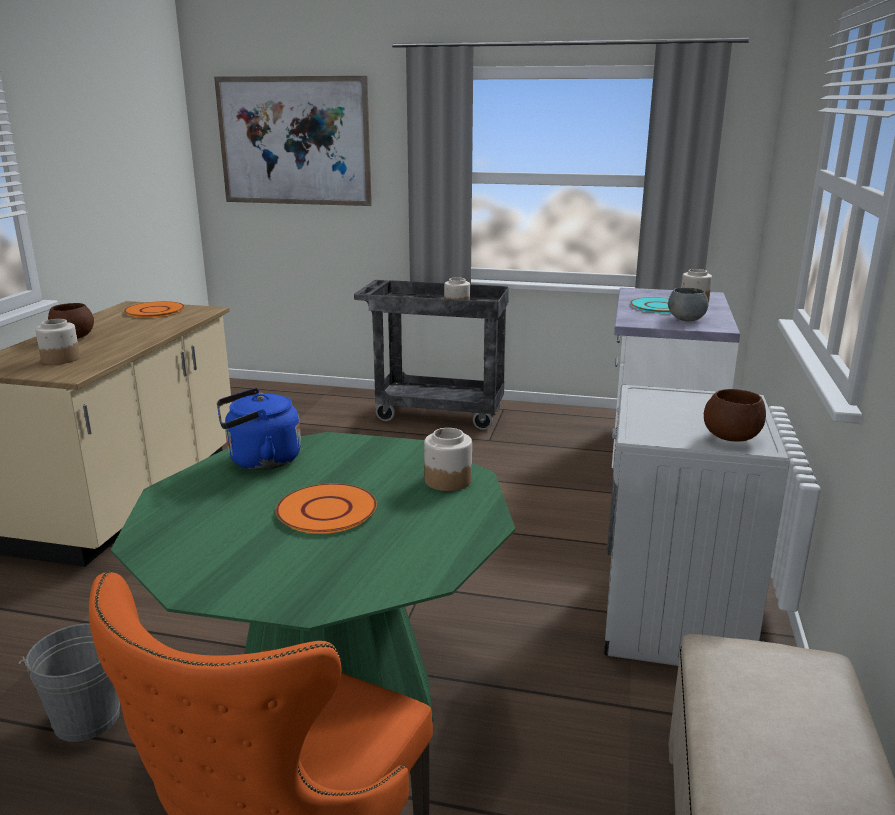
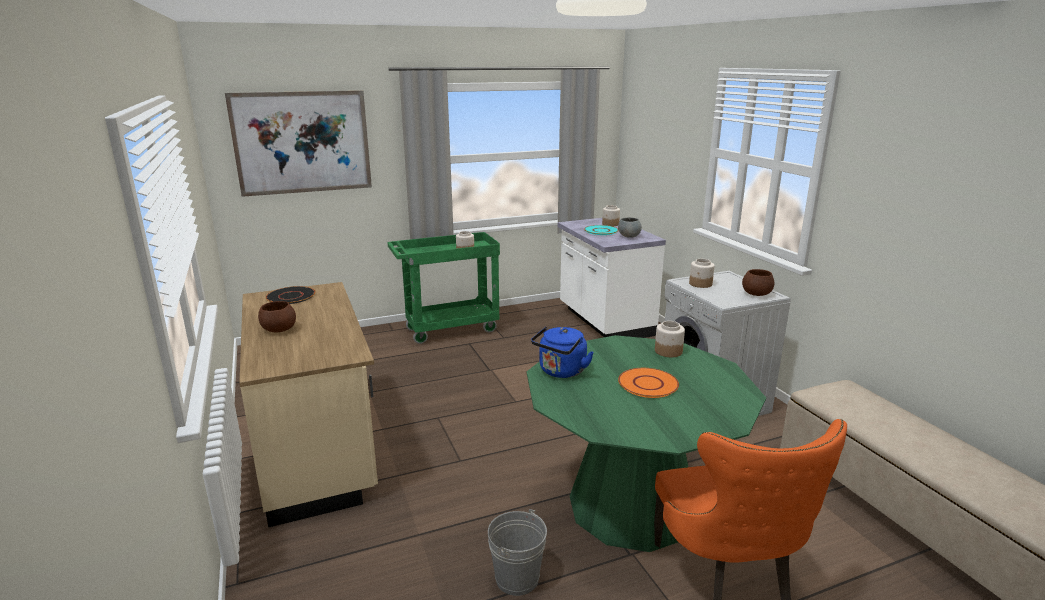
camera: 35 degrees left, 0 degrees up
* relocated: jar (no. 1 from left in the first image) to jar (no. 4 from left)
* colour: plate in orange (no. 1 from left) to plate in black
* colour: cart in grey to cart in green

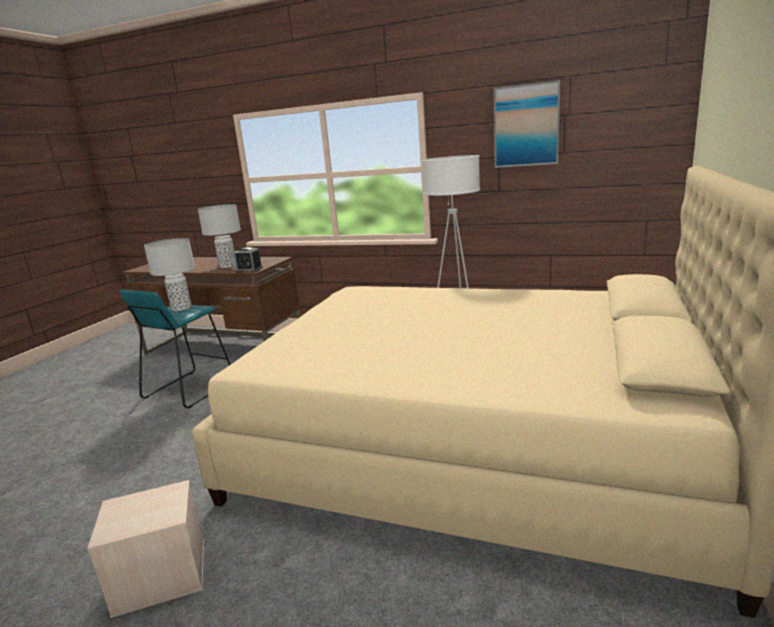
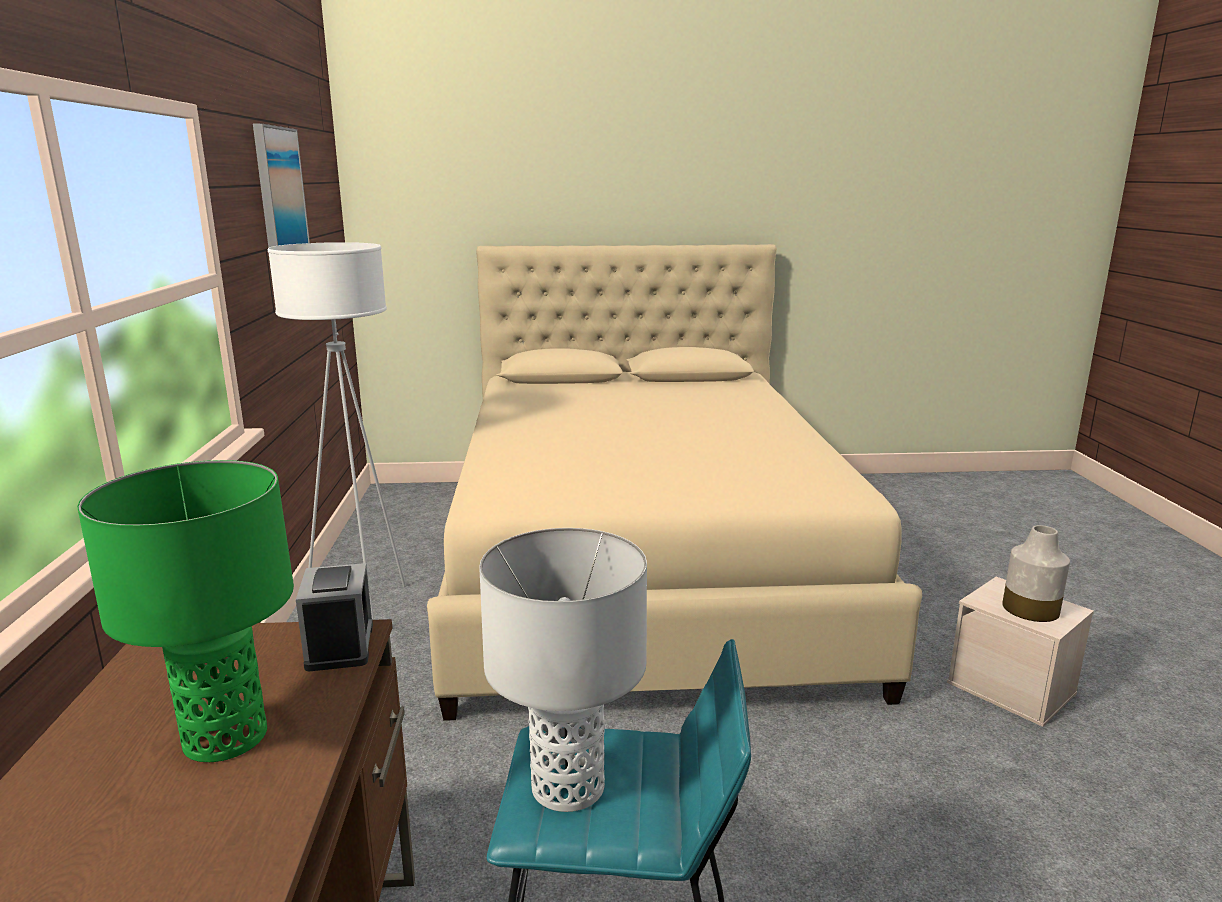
camera: 115 degrees left, 0 degrees up
* colour: table lamp in white (no. 2 from left) to table lamp in green
* appeared: vase in beige

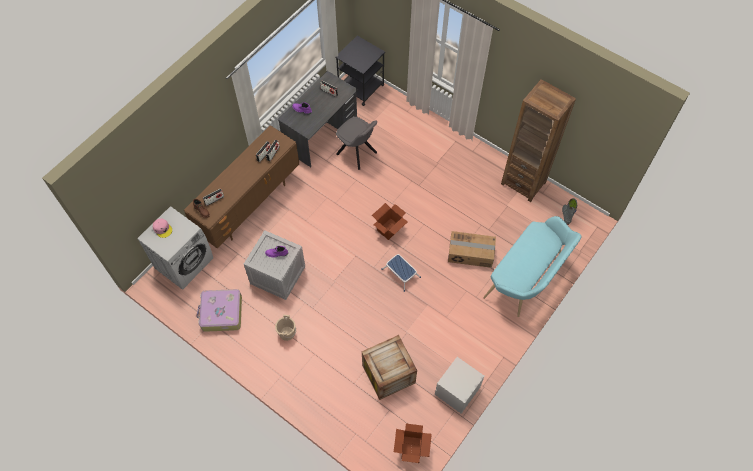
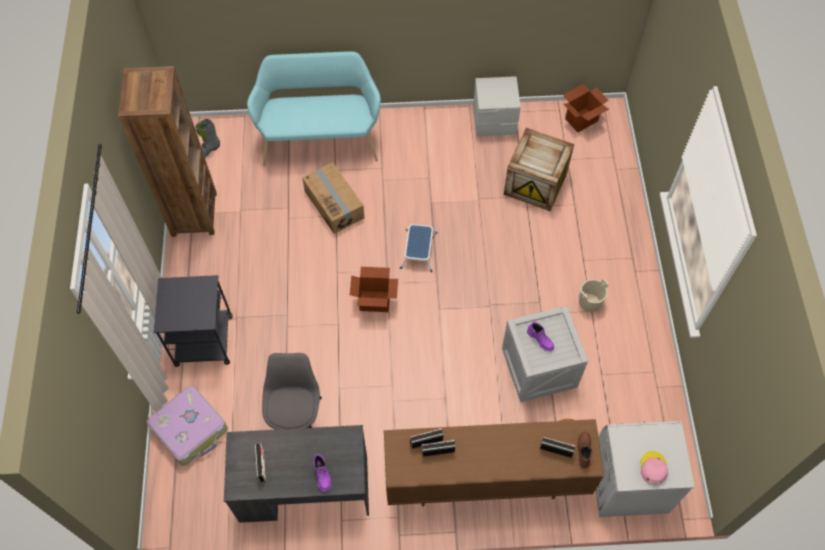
camera: 130 degrees left, 0 degrees up
* relocated: suitcase
* relocated: cart in black

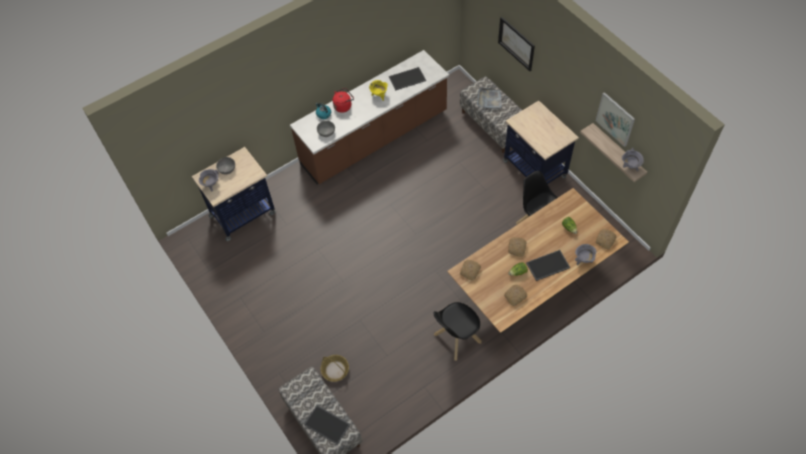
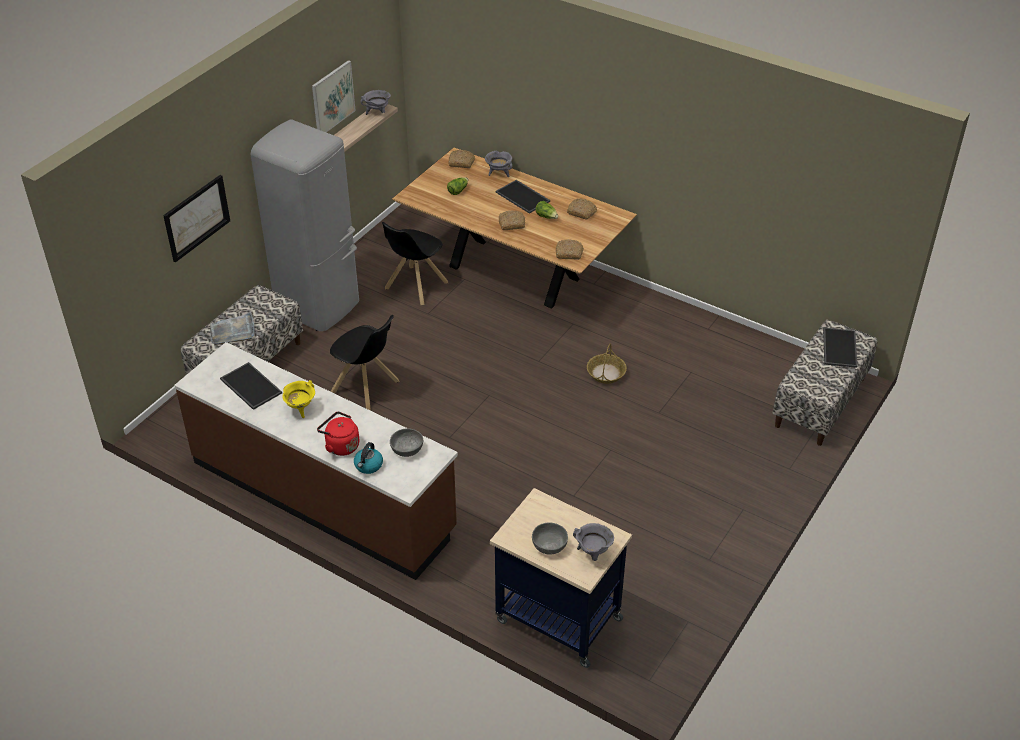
camera: 115 degrees left, 15 degrees down
* relocated: basket
* relocated: chair in black (no. 1 from left)
* exchanged: cart in blue (no. 2 from left) to fridge in grey

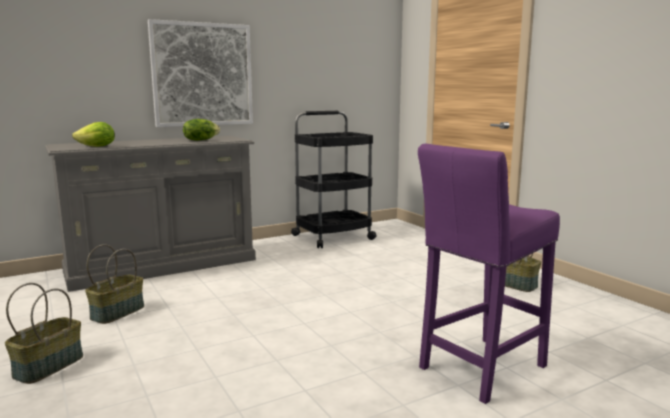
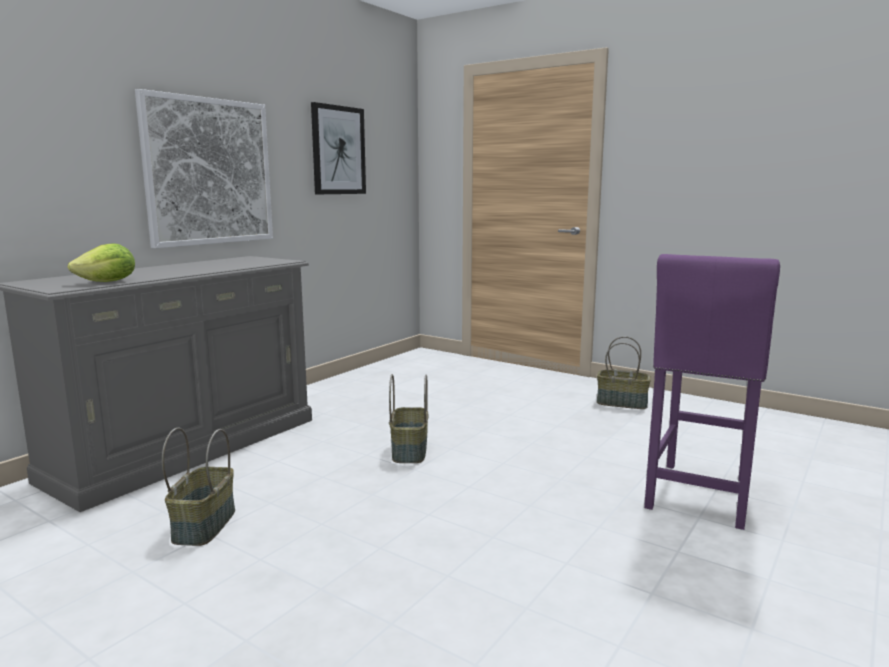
camera: 25 degrees left, 0 degrees up
* relocated: basket (no. 1 from left in the first image) to basket (no. 2 from left)
* missing: lettuce (no. 2 from left)
* missing: cart in black
* appeared: picture (no. 2 from left)

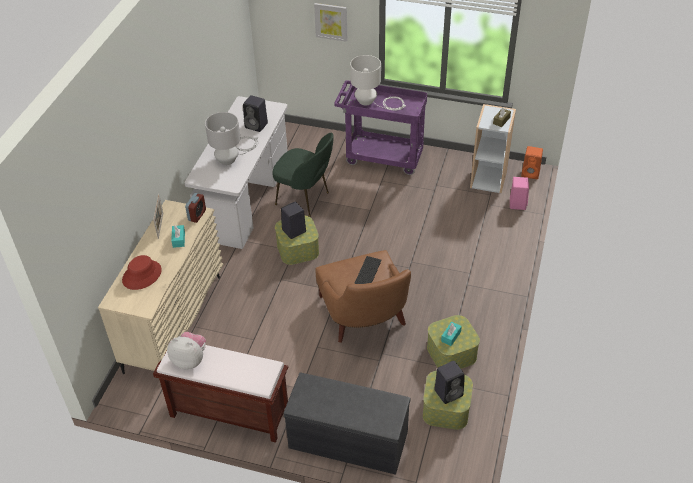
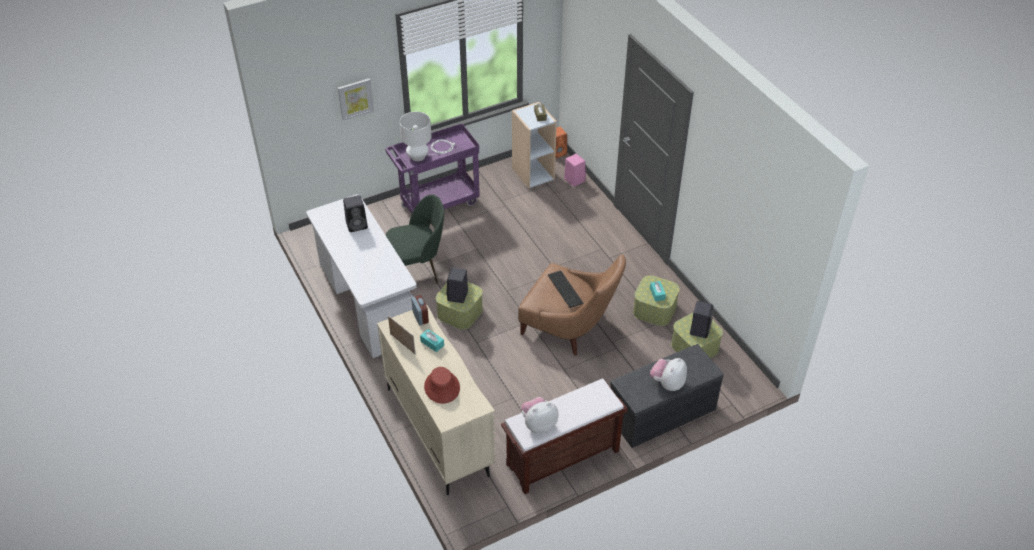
camera: 45 degrees left, 0 degrees up
* missing: table lamp in white (no. 1 from left)
* appeared: plush toy (no. 2 from left)

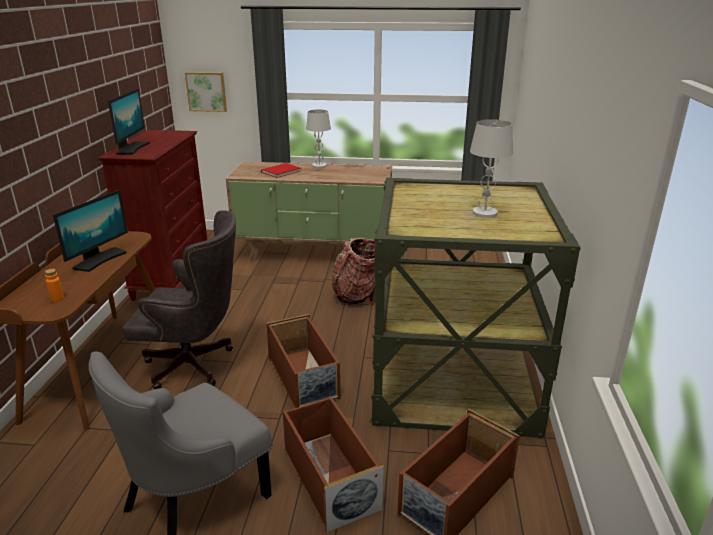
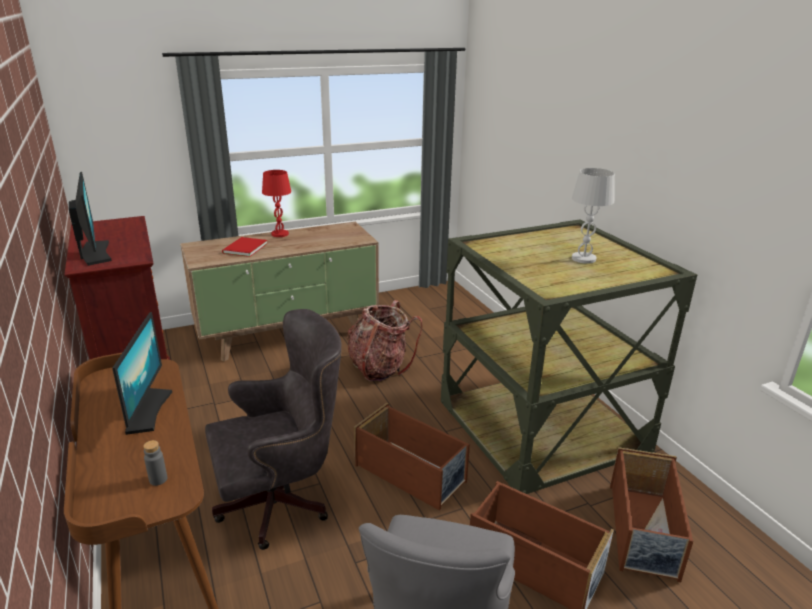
camera: 30 degrees left, 0 degrees up
* colour: bottle in orange to bottle in grey
* missing: picture
* colour: table lamp in white (no. 1 from left) to table lamp in red

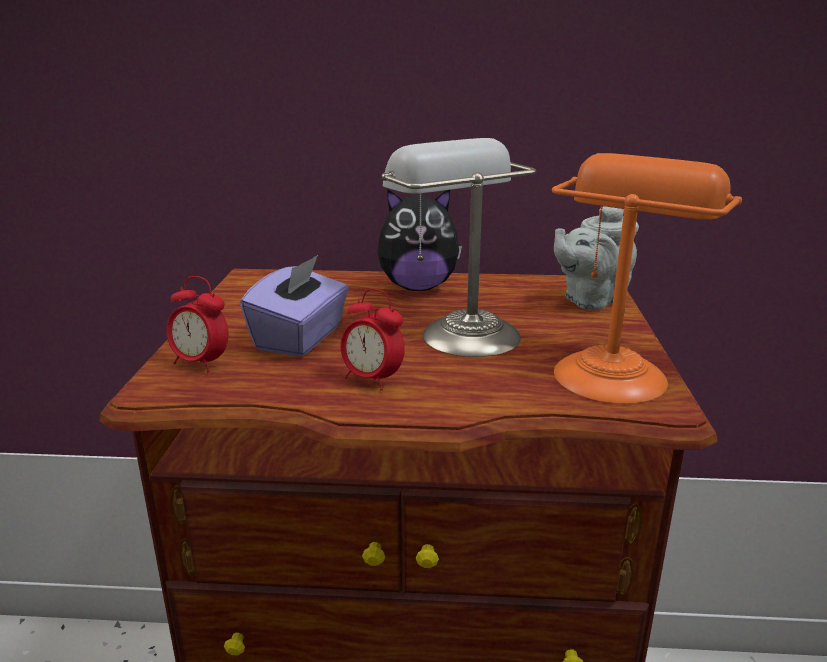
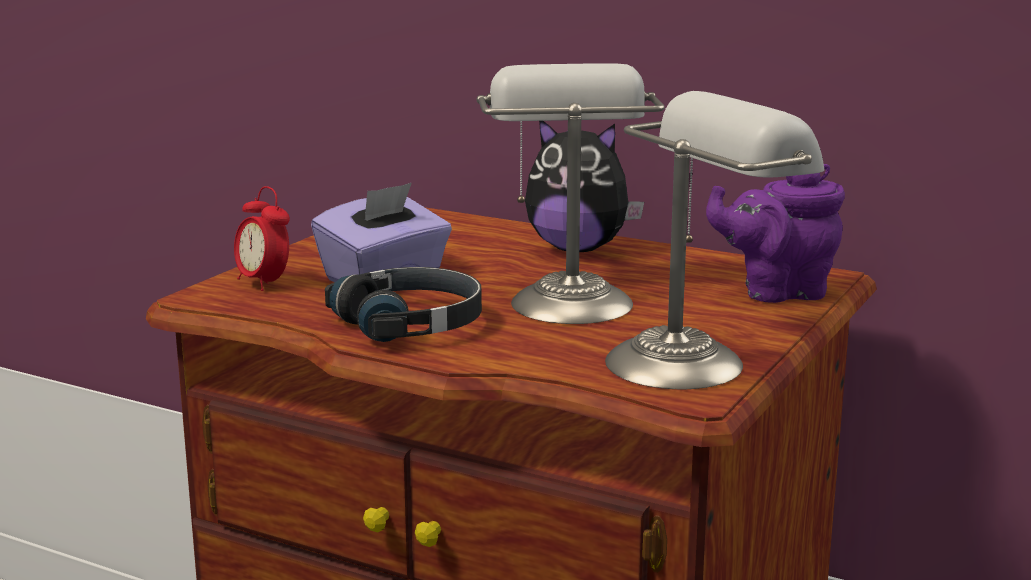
camera: 25 degrees right, 5 degrees down
* exchanged: alarm clock (no. 2 from left) to headphones in black
* colour: table lamp in orange to table lamp in white (no. 2 from left)
* colour: teapot in grey to teapot in purple

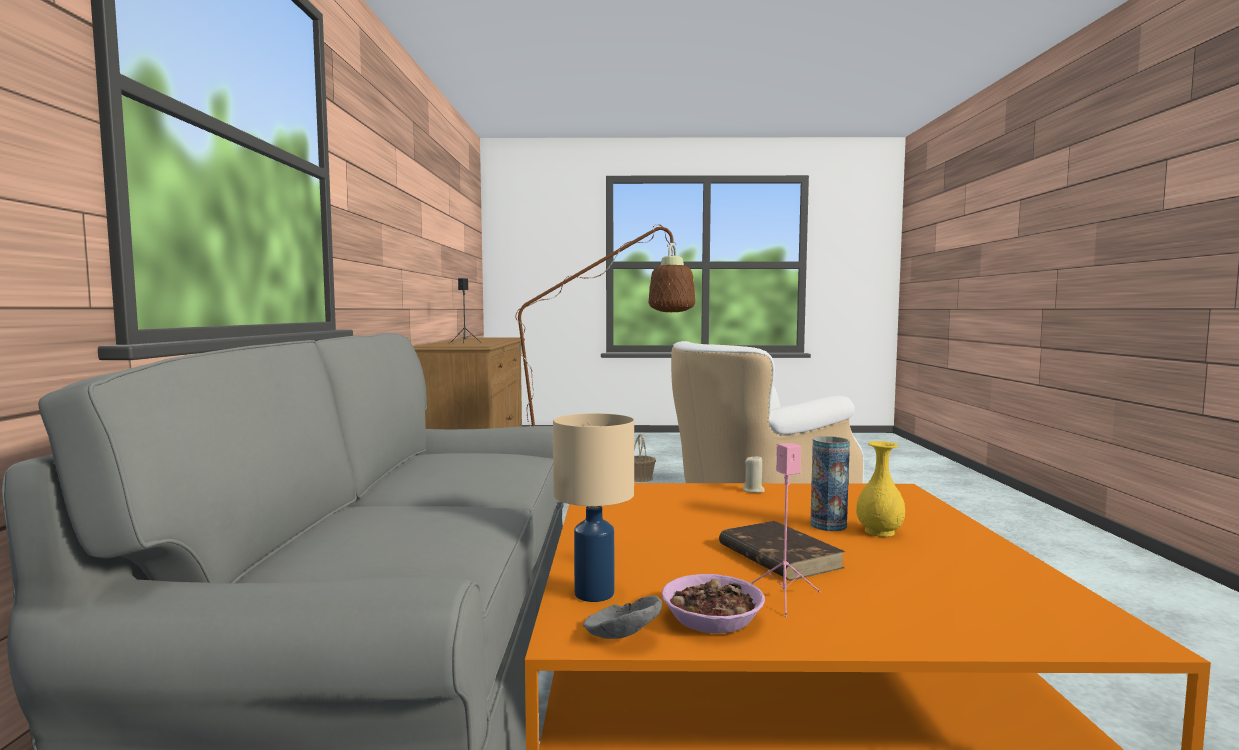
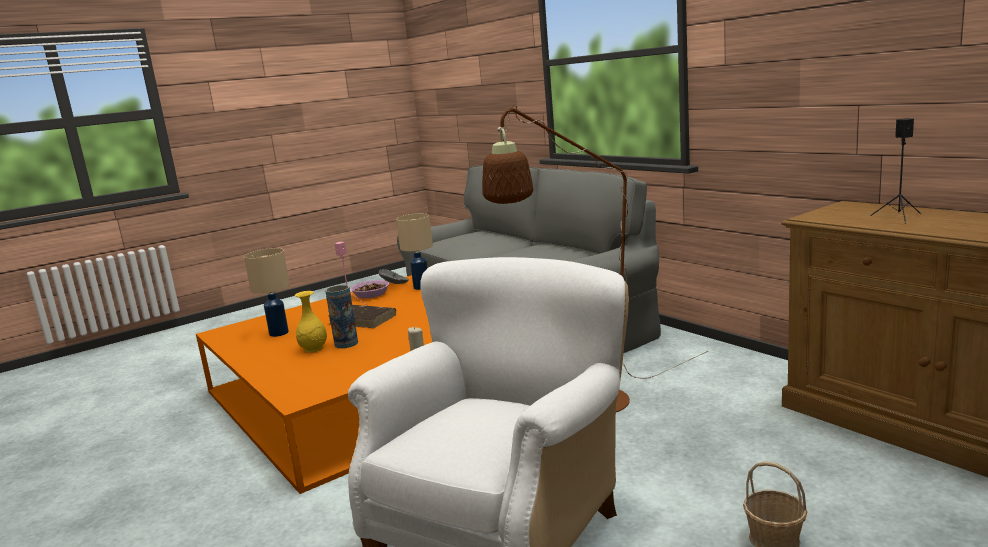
camera: 145 degrees right, 10 degrees up
* appeared: table lamp in beige (no. 1 from left)

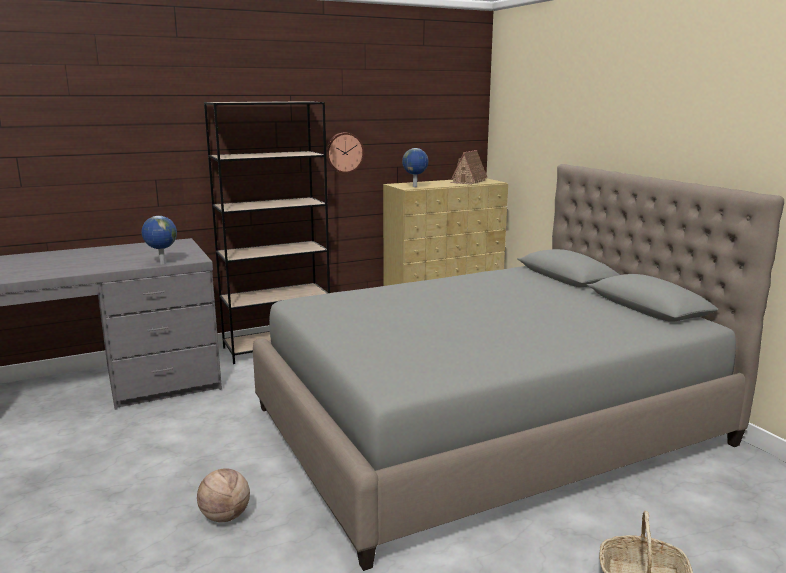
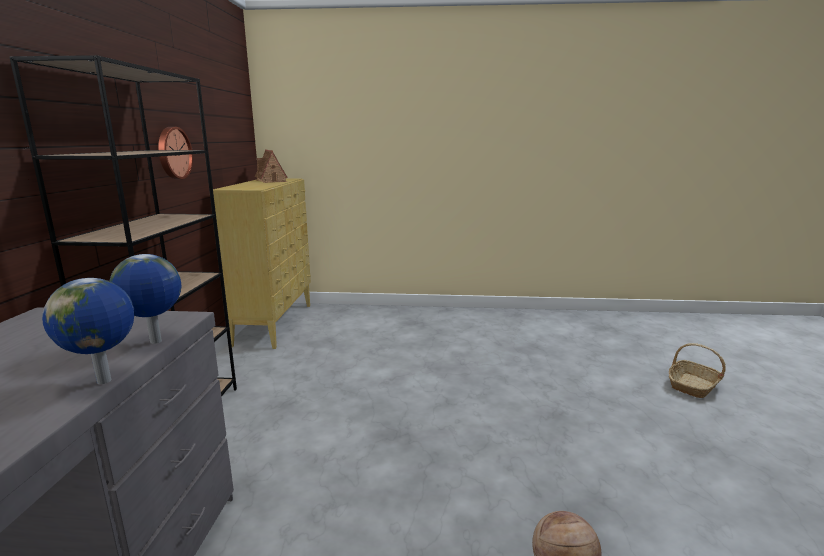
camera: 60 degrees left, 0 degrees up
* missing: bed in grey
* relocated: globe (no. 2 from left in the first image) to globe (no. 1 from left)

